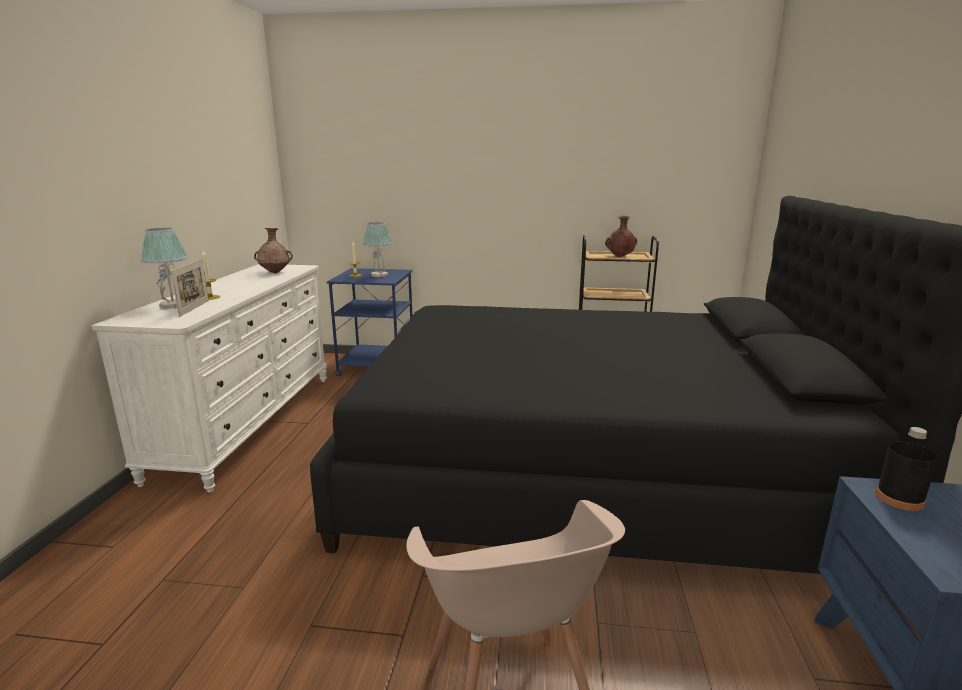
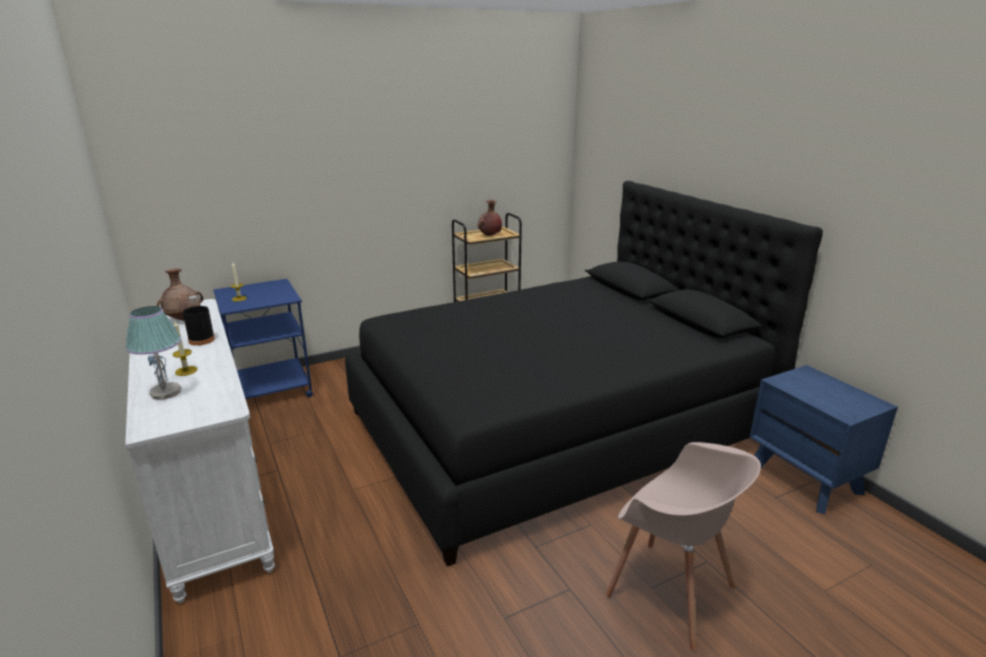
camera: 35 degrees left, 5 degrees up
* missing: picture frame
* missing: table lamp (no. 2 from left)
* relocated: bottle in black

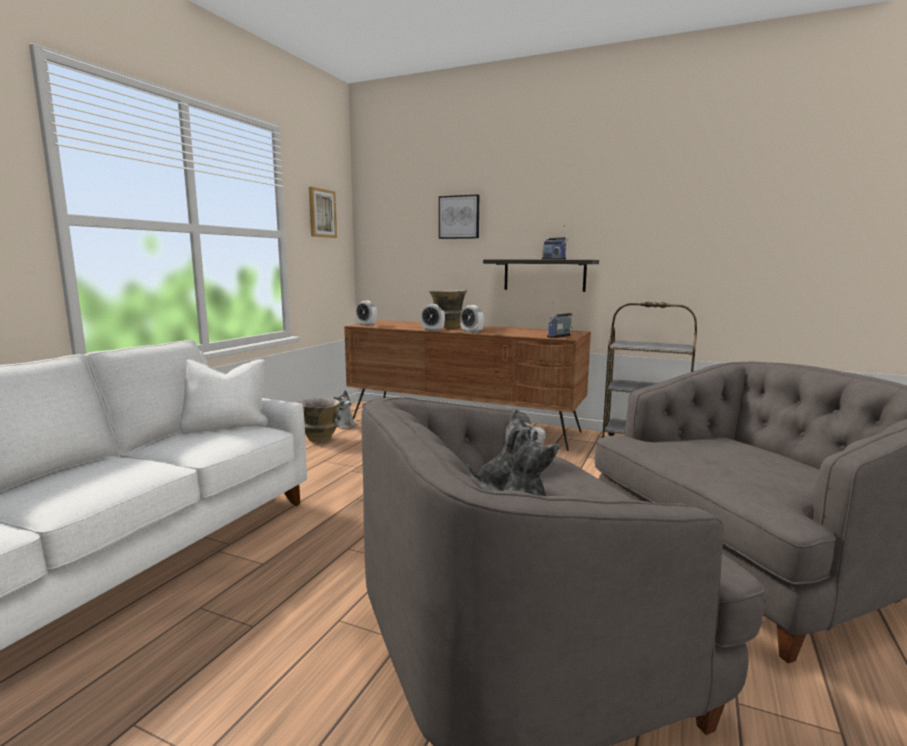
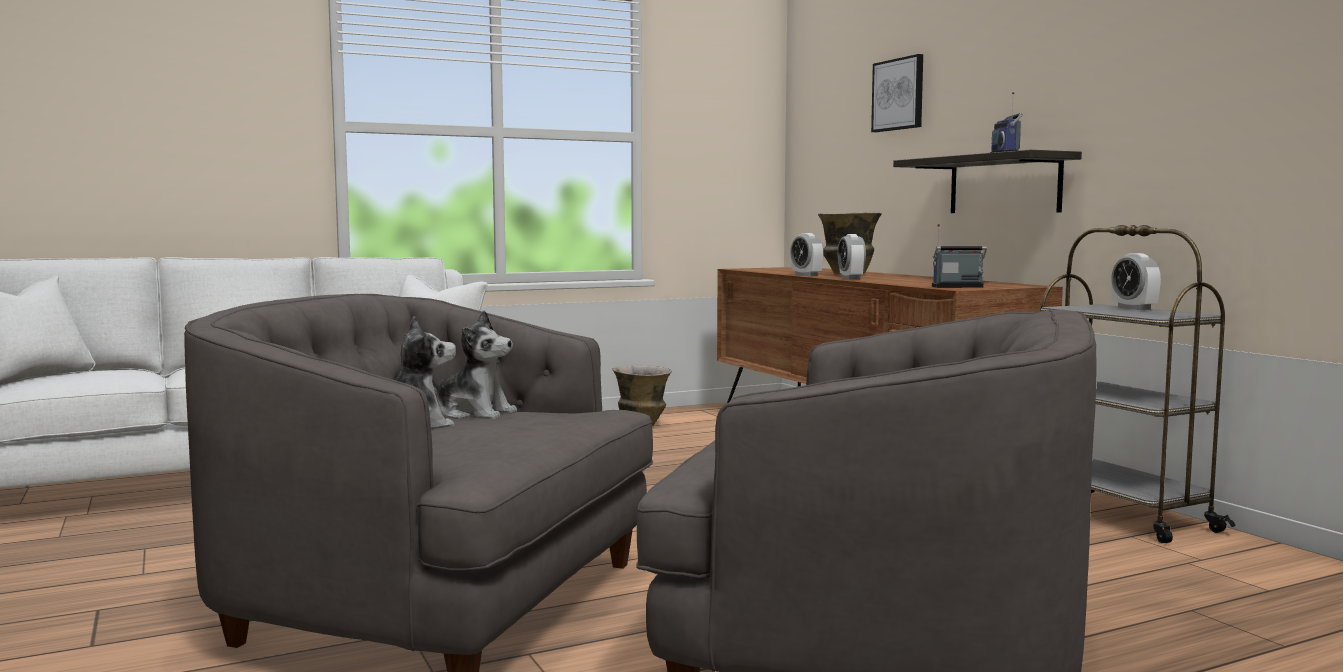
camera: 40 degrees right, 5 degrees down
* missing: picture (no. 1 from left)
* missing: plush toy (no. 1 from left)
* relocated: alarm clock (no. 1 from left in the first image) to alarm clock (no. 3 from left)

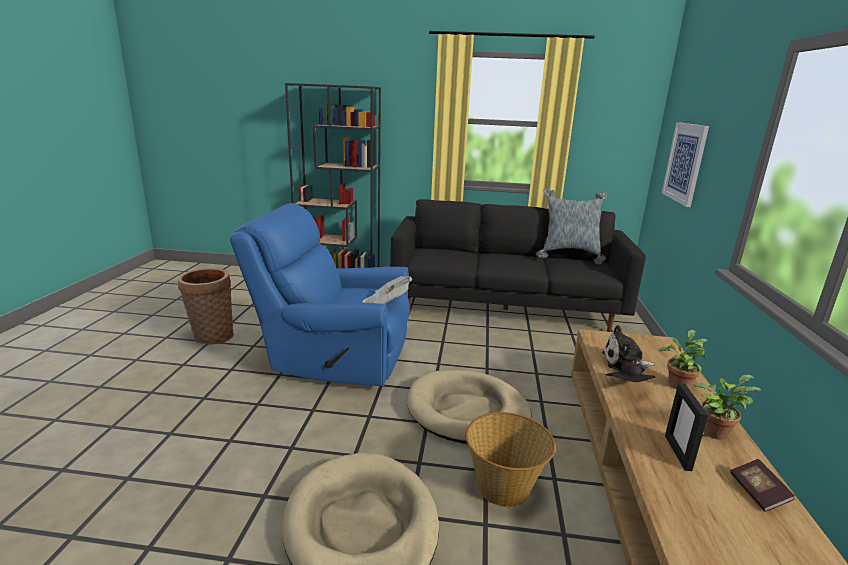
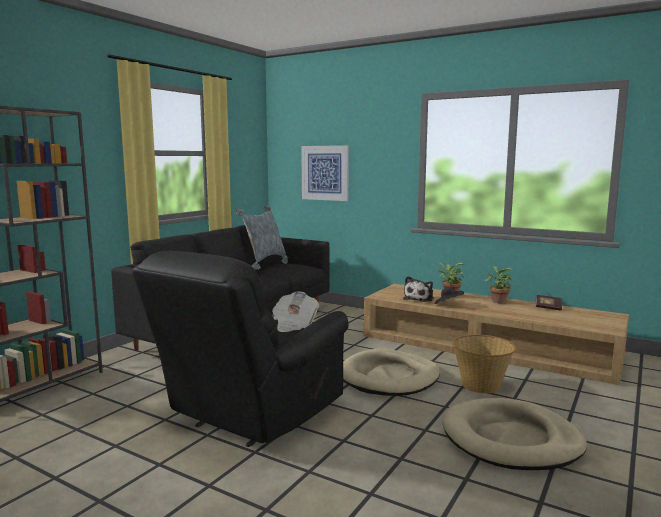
camera: 65 degrees left, 10 degrees down
* missing: basket (no. 1 from left)
* colour: armchair in blue to armchair in black
* missing: picture frame

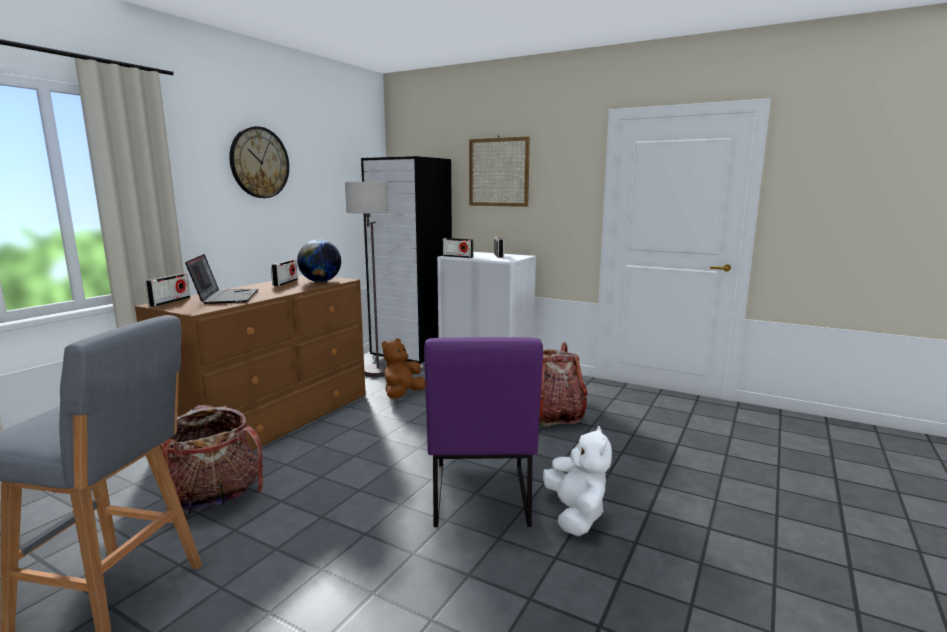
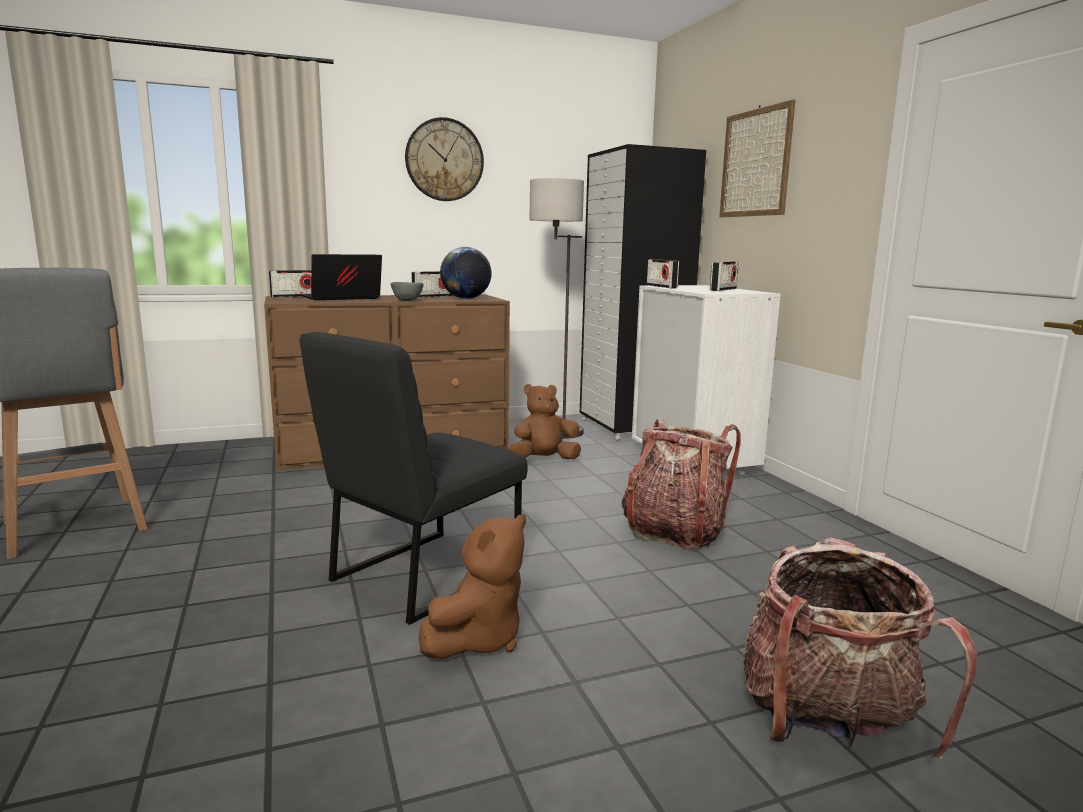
camera: 40 degrees right, 0 degrees up
* relocated: backpack (no. 1 from left in the first image) to backpack (no. 2 from left)
* spun: laptop 150 degrees counterclockwise
* colour: chair in purple to chair in black
* colour: plush toy in white to plush toy in brown (no. 1 from left)
* appeared: bowl in grey

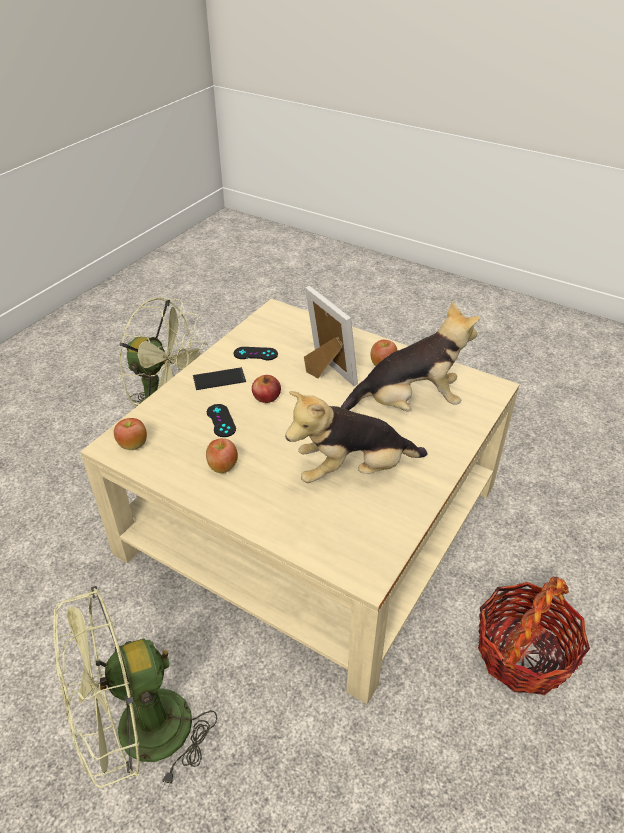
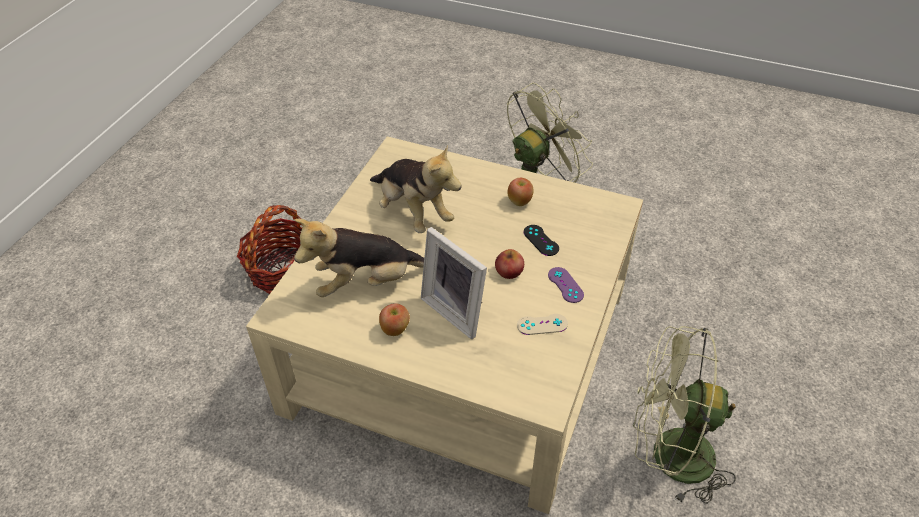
camera: 170 degrees right, 5 degrees up
* missing: apple (no. 1 from left)
* exchanged: phone to game controller in purple
* colour: game controller in black (no. 2 from left) to game controller in beige
* spun: plush toy (no. 1 from left in the first image) 75 degrees clockwise

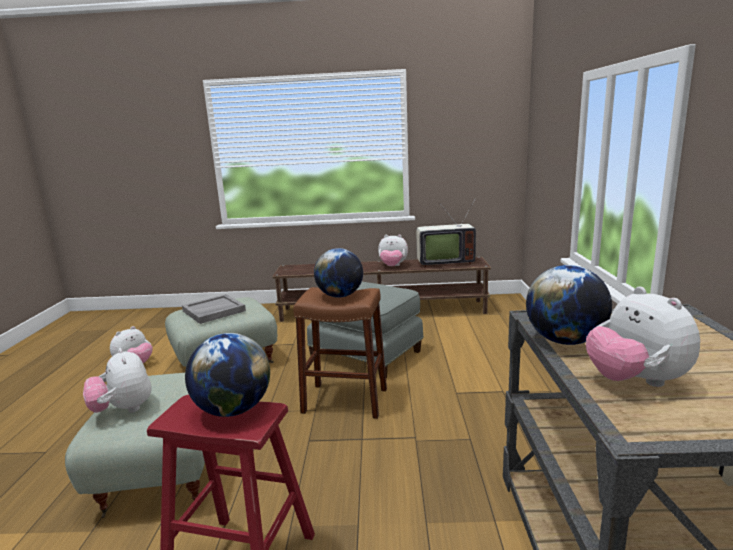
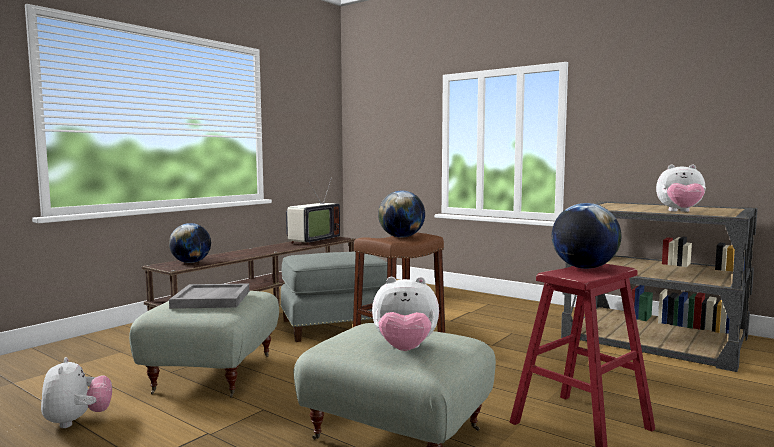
camera: 55 degrees left, 10 degrees down
* missing: plush toy (no. 3 from left)
* relocated: globe (no. 3 from left in the first image) to globe (no. 1 from left)

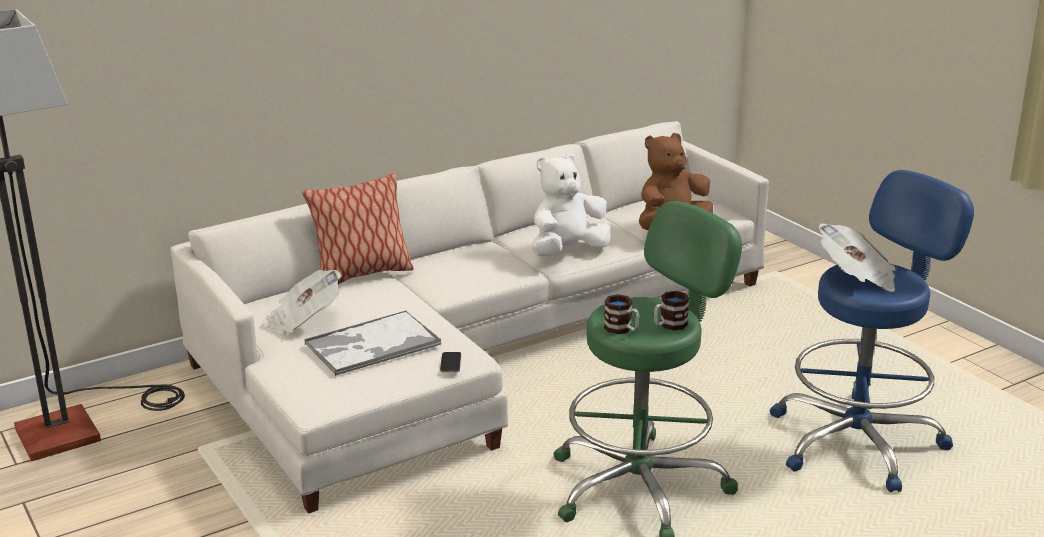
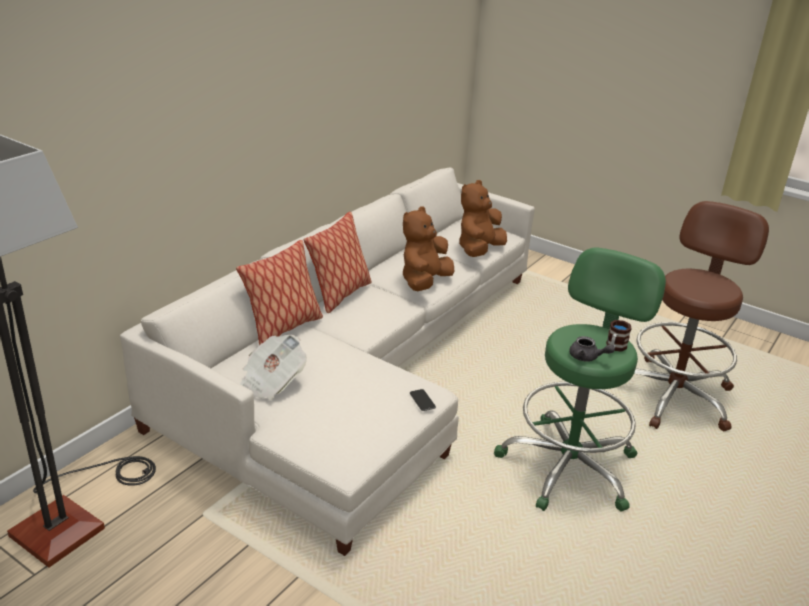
camera: 25 degrees left, 5 degrees up
* missing: tray
* colour: plush toy in white to plush toy in brown (no. 1 from left)
* exchanged: mug (no. 1 from left) to teapot in grey
* colour: stool in blue to stool in brown
* missing: newspaper (no. 2 from left)
* appeared: pillow (no. 2 from left)

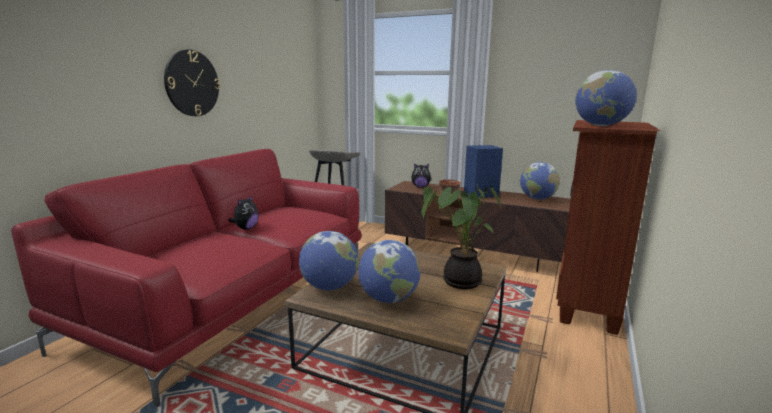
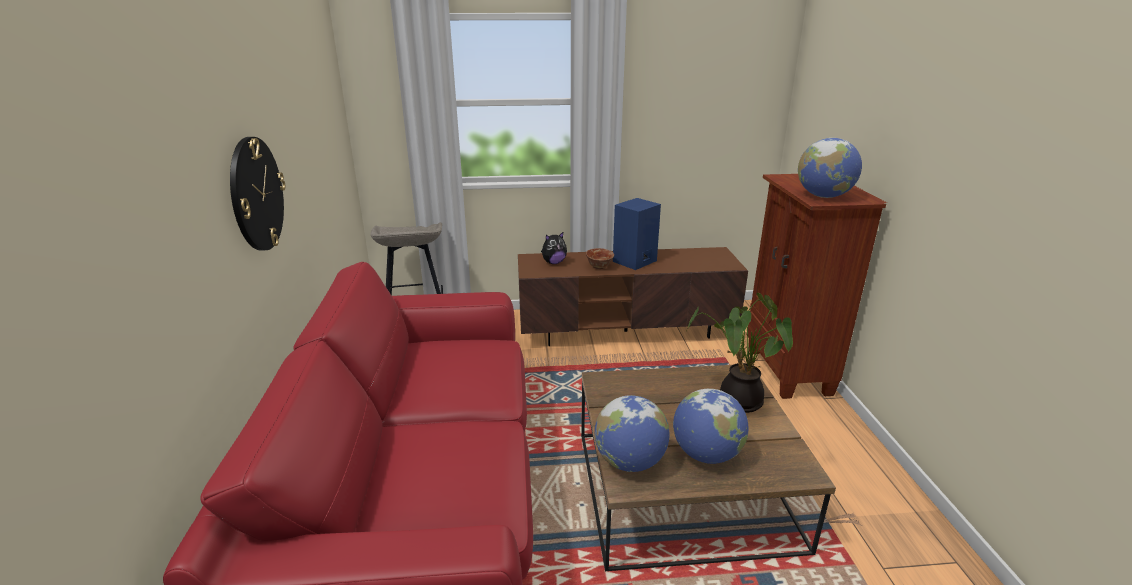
camera: 30 degrees left, 10 degrees up
* missing: plush toy (no. 1 from left)
* missing: globe (no. 3 from left)

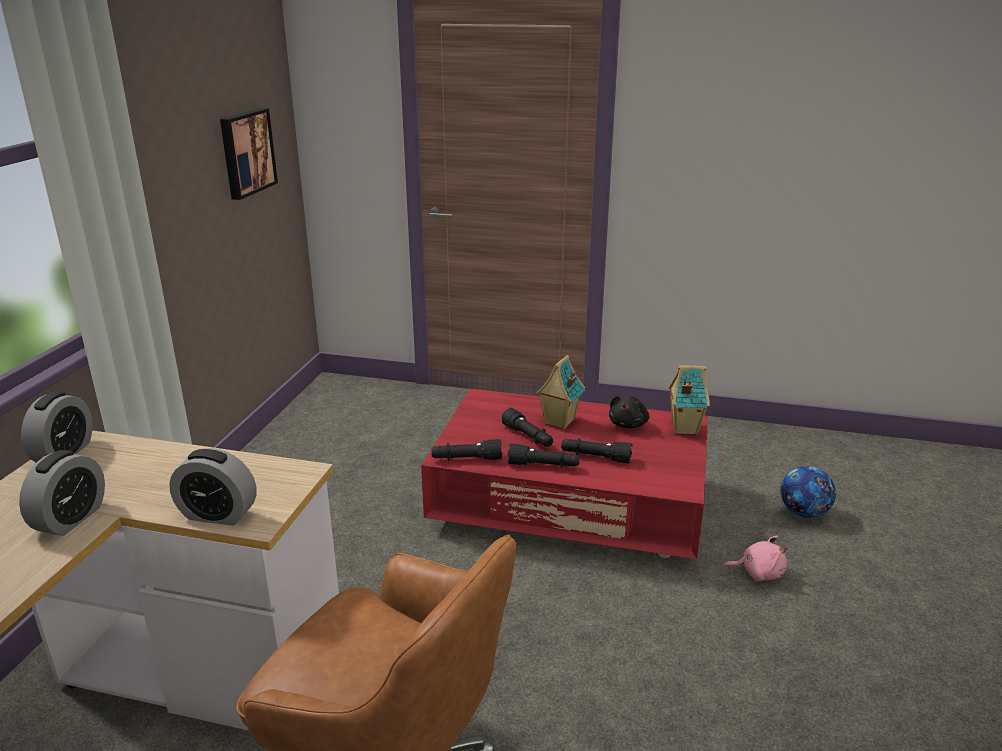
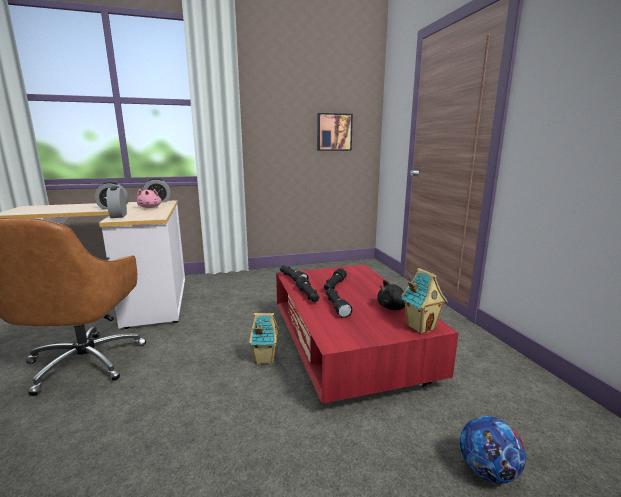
camera: 60 degrees right, 10 degrees down
* relocated: toy house (no. 1 from left)
* relocated: plush toy in pink

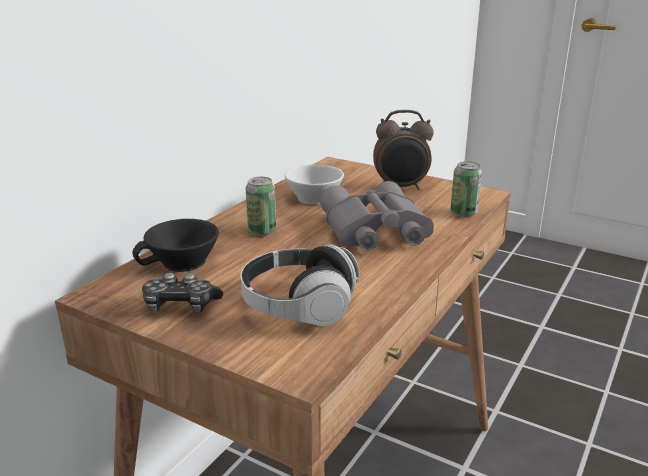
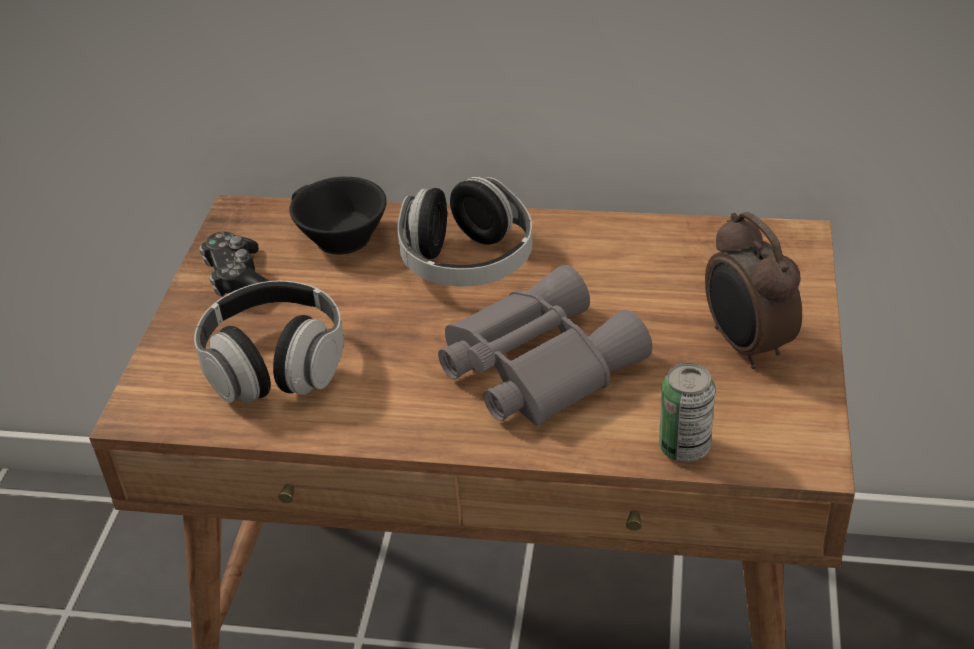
camera: 70 degrees right, 15 degrees up
* exchanged: can (no. 1 from left) to headphones (no. 2 from left)
* missing: cup in white

